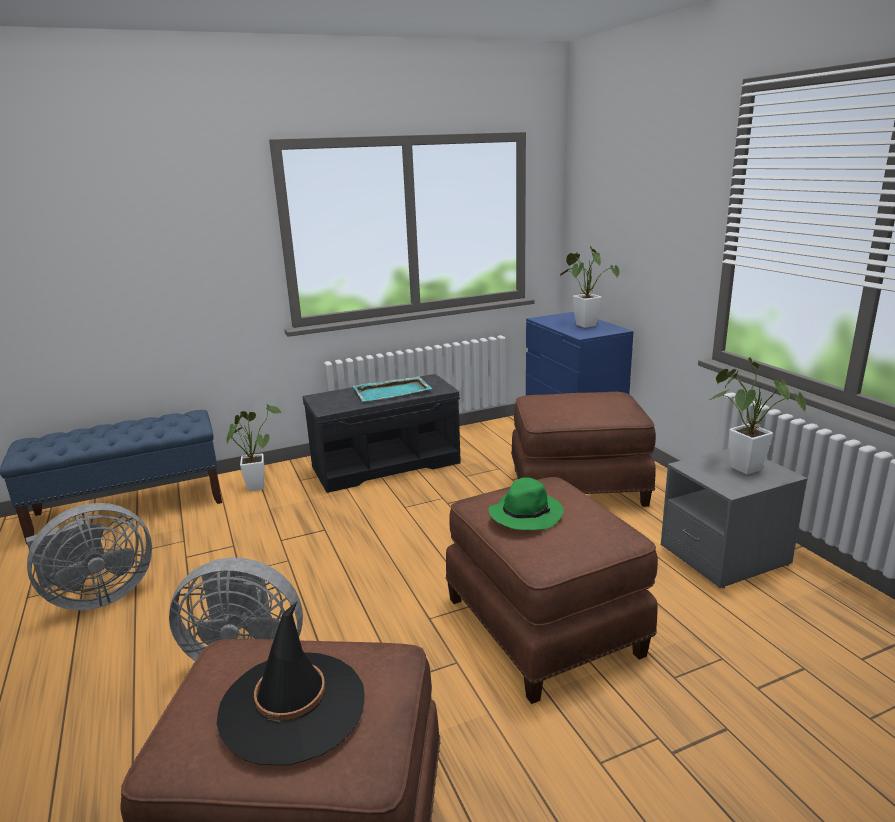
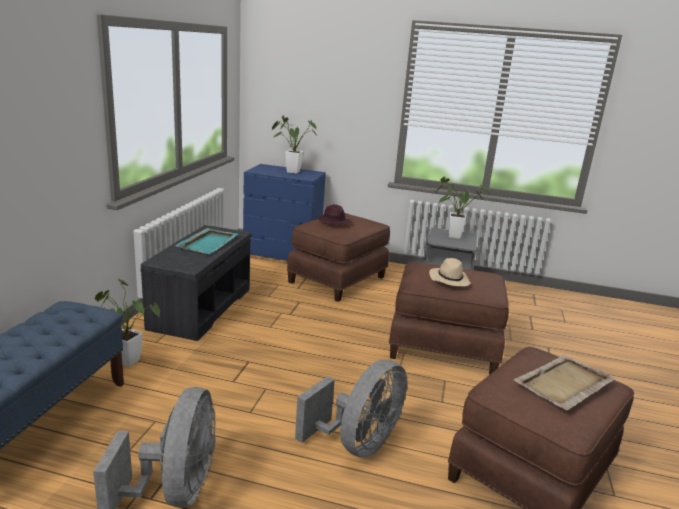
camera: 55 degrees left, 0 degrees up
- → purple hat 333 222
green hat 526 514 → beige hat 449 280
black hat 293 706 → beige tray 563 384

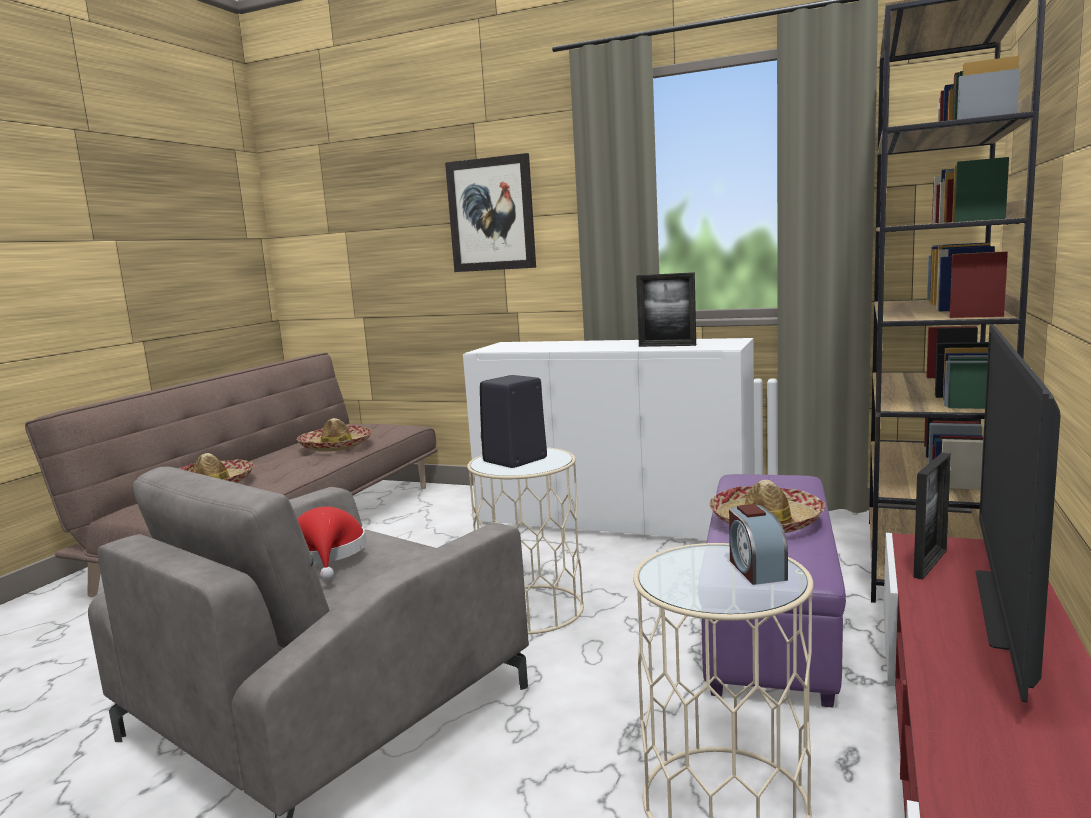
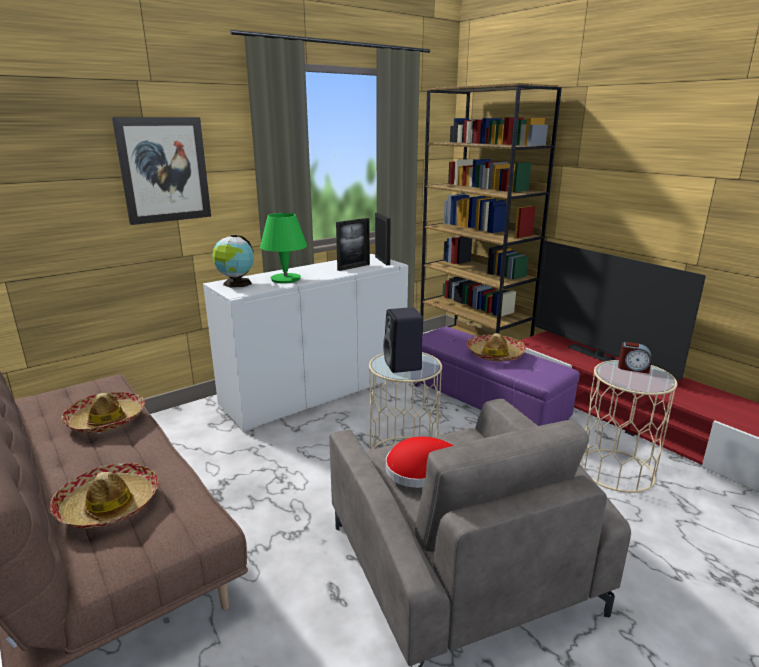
camera: 60 degrees left, 10 degrees up
- → globe 236 284
- → green table lamp 285 279
picture frame 930 563 → picture frame 382 261, moved

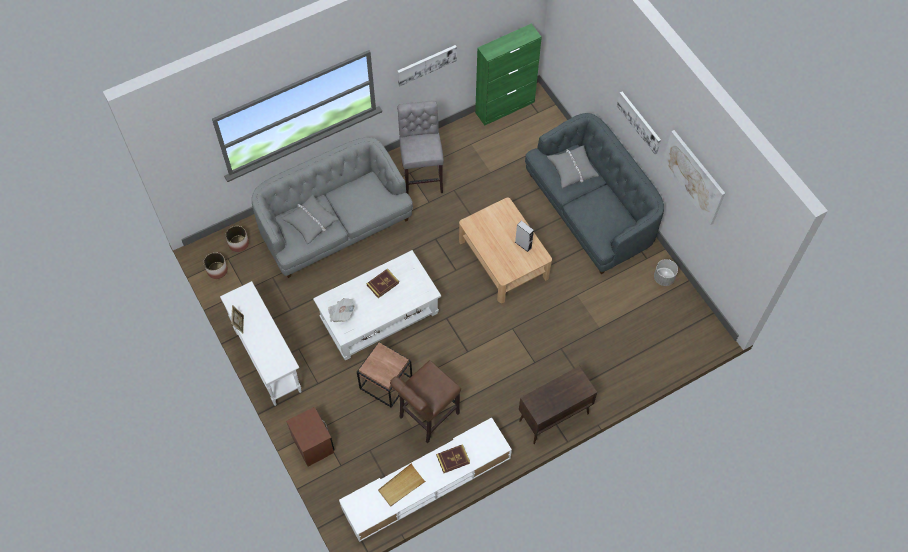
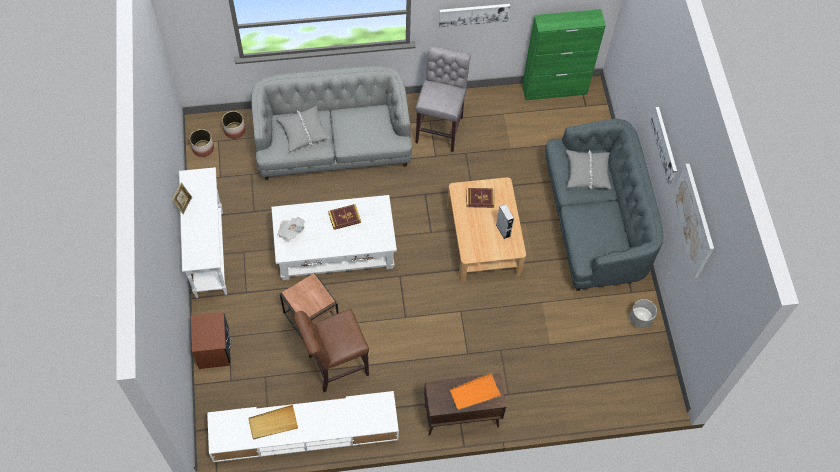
camera: 20 degrees right, 0 degrees up
- → orange tray 474 393
book 453 459 → book 480 199, moved

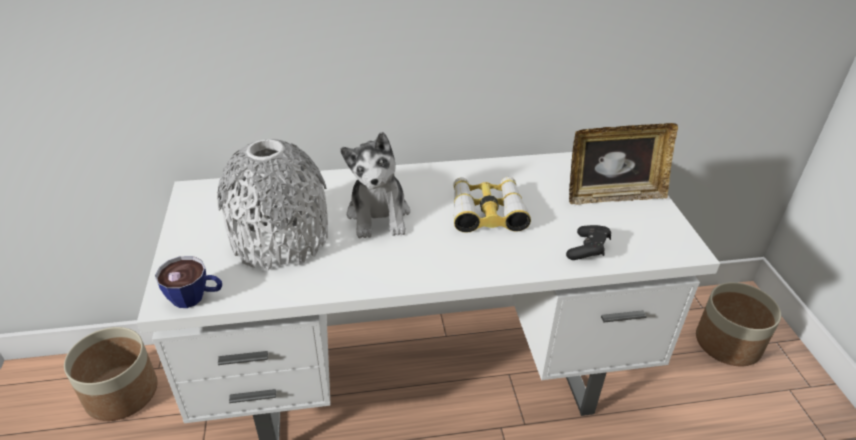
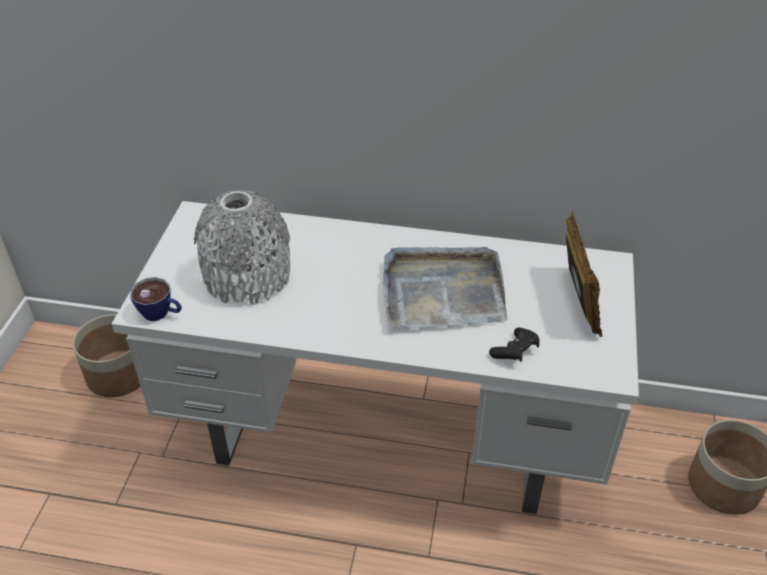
camera: 20 degrees right, 5 degrees up
binoculars 487 211 → grey tray 442 291
picture frame 613 196 → picture frame 576 303, 105 degrees counterclockwise
plush toy 379 215 → -

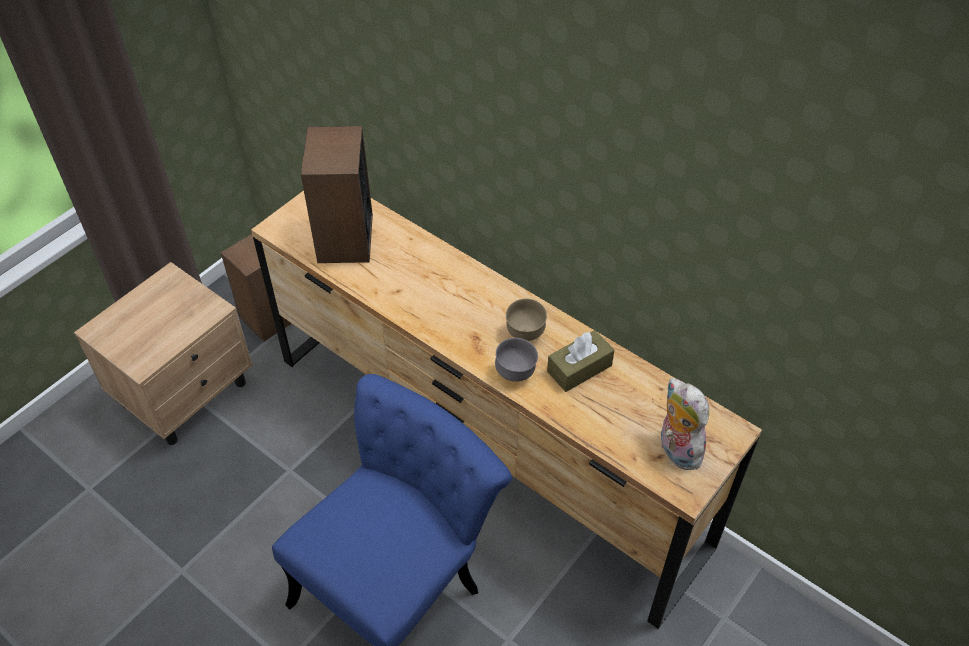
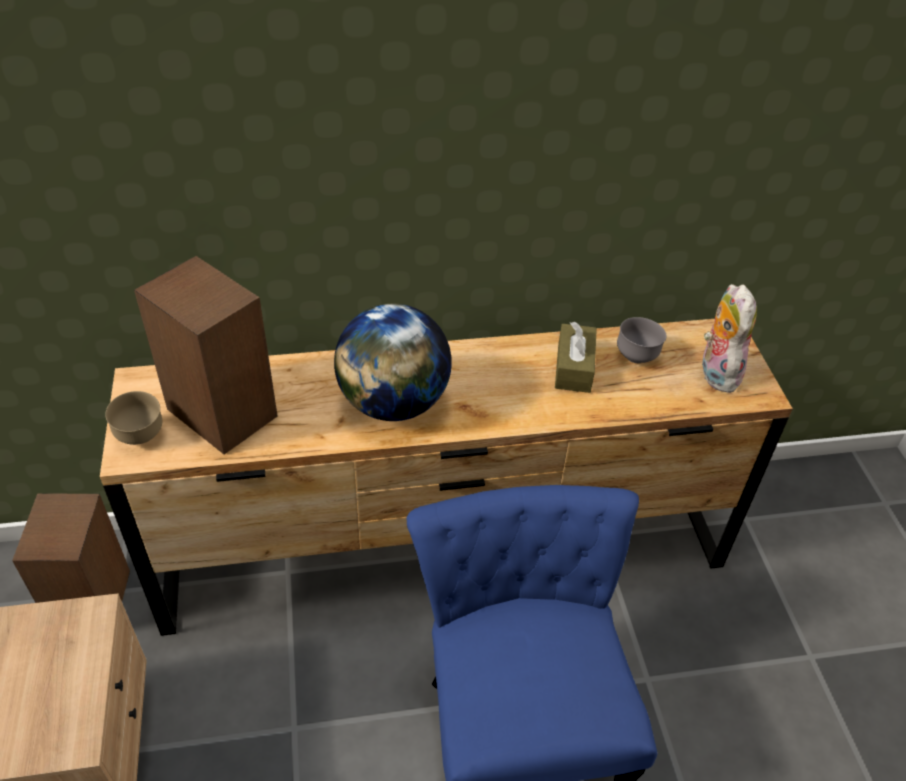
camera: 50 degrees left, 5 degrees down
brown bowl 525 334 → brown bowl 141 436, moved
- → globe 393 403
grey bowl 515 373 → grey bowl 636 357, moved
plush toy 676 449 → plush toy 715 372, 75 degrees clockwise

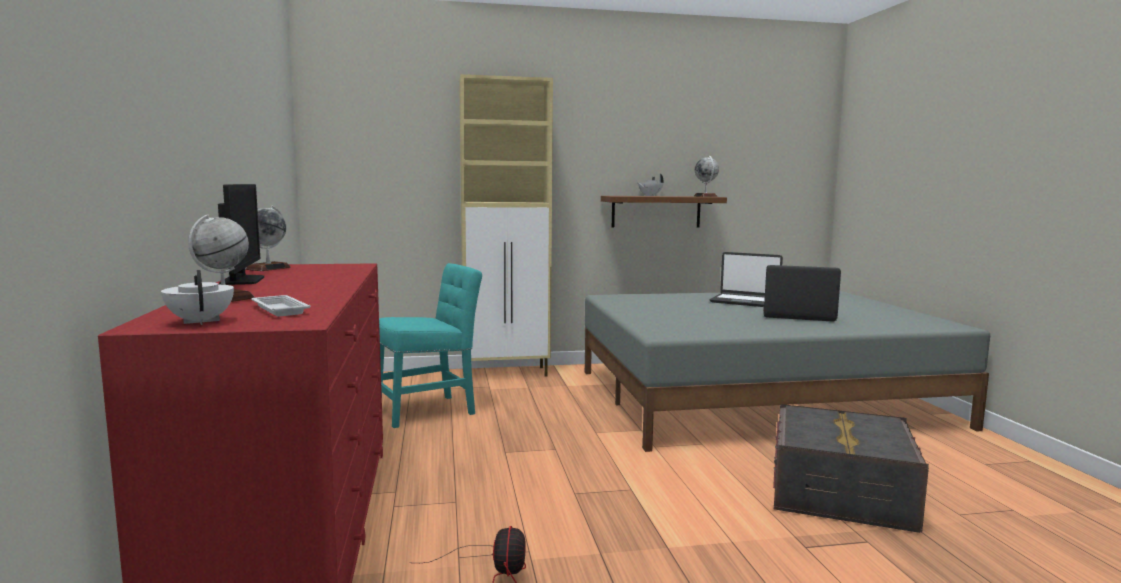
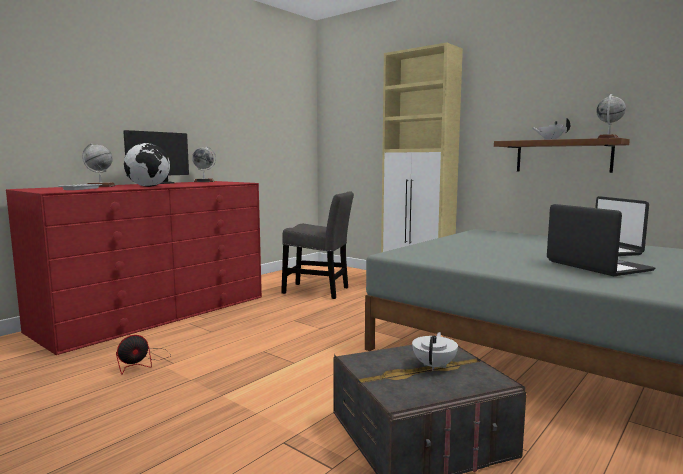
camera: 50 degrees right, 0 degrees up
- → globe 149 186
turquoise chair 430 411 → grey chair 319 291
white teapot 201 321 → white teapot 434 366, moved

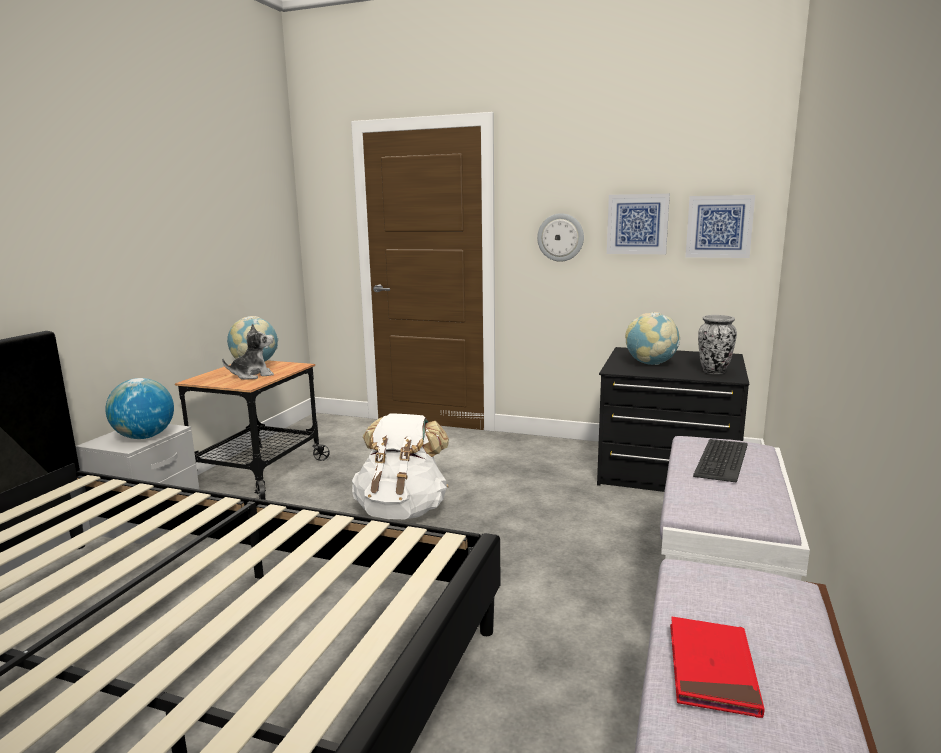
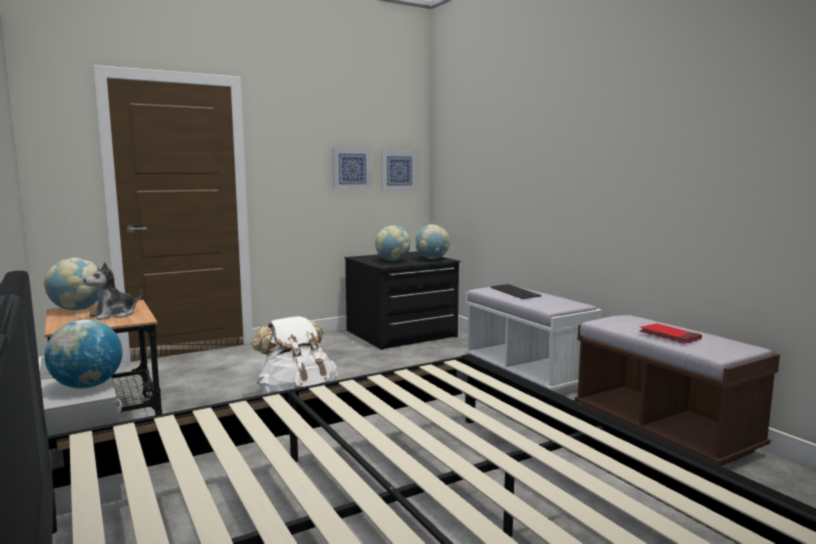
camera: 50 degrees left, 5 degrees down
plush toy 252 375 → plush toy 114 315, 150 degrees counterclockwise
vase 714 372 → globe 432 259
wall clock 560 237 → -

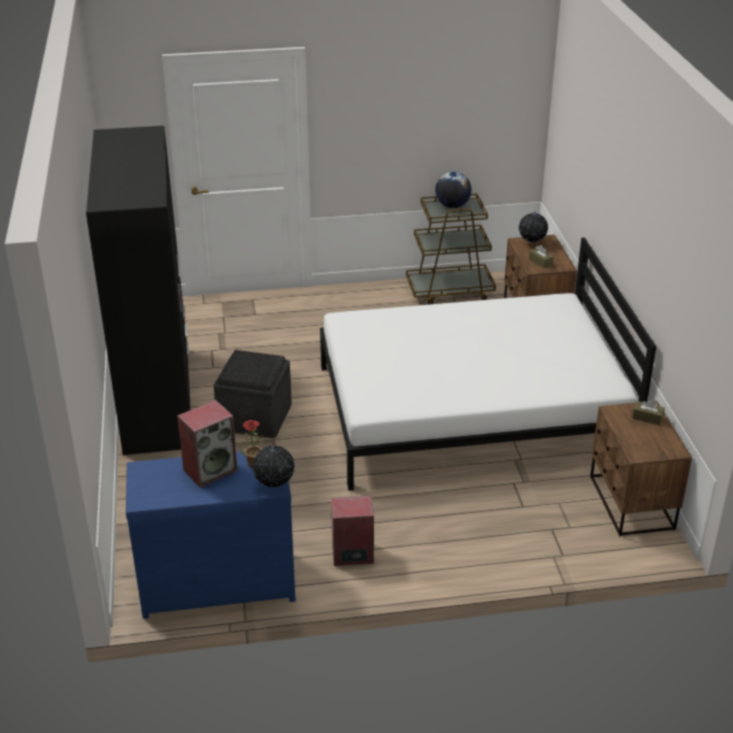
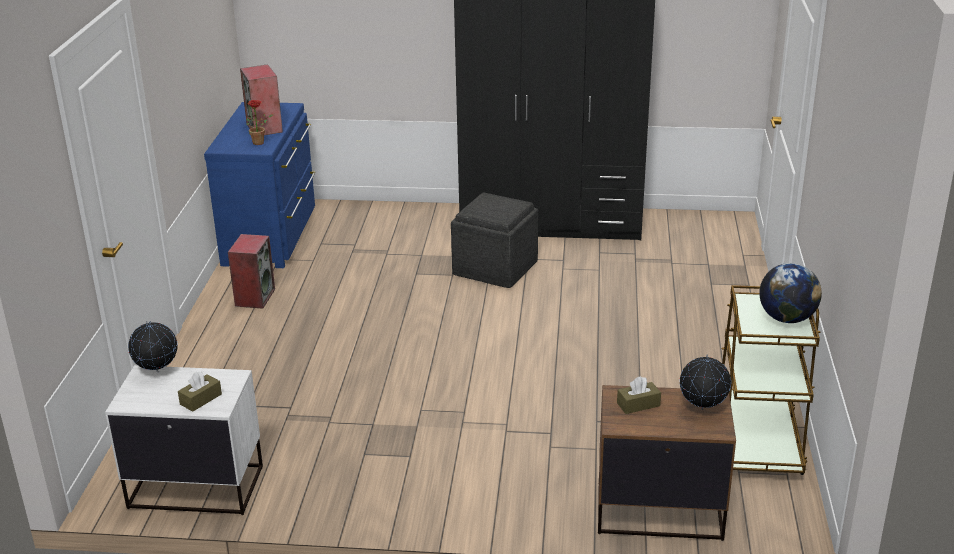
camera: 105 degrees right, 5 degrees down
brown nightstand 630 503 → white nightstand 196 486
globe 274 487 → globe 157 371, moved
white bed 471 411 → -

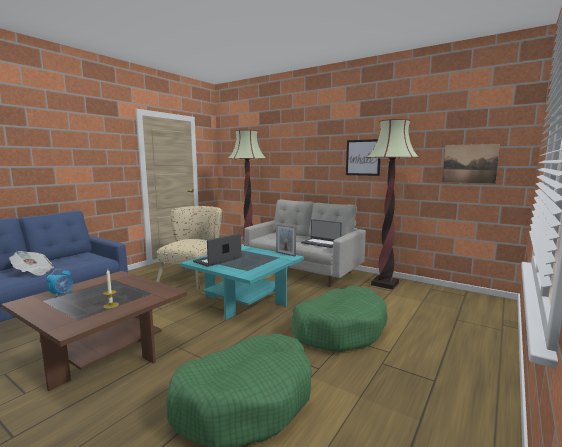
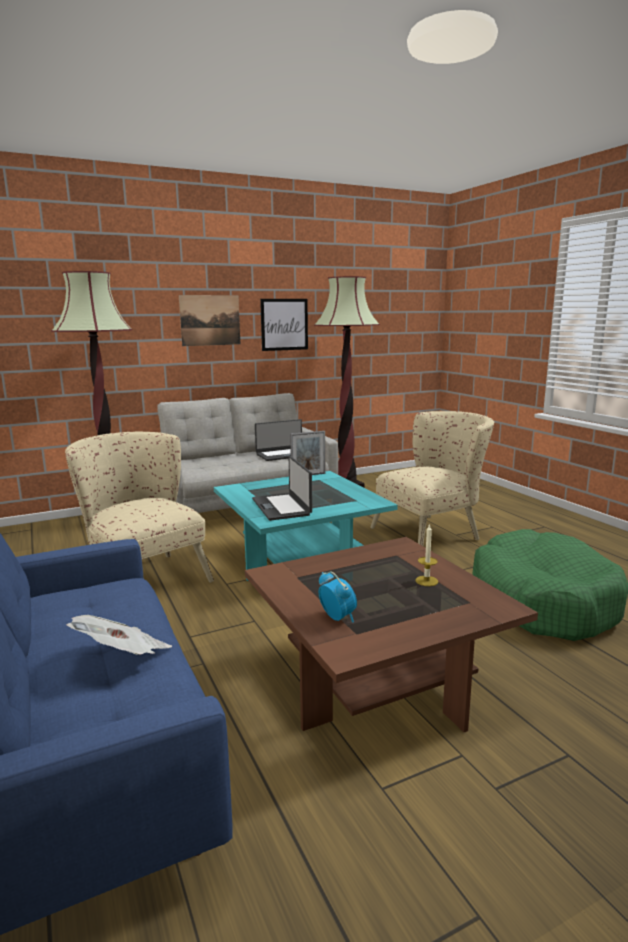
camera: 60 degrees left, 5 degrees up
picture 469 163 → picture 210 320, moved
green dog bed 339 329 → beige armchair 433 532

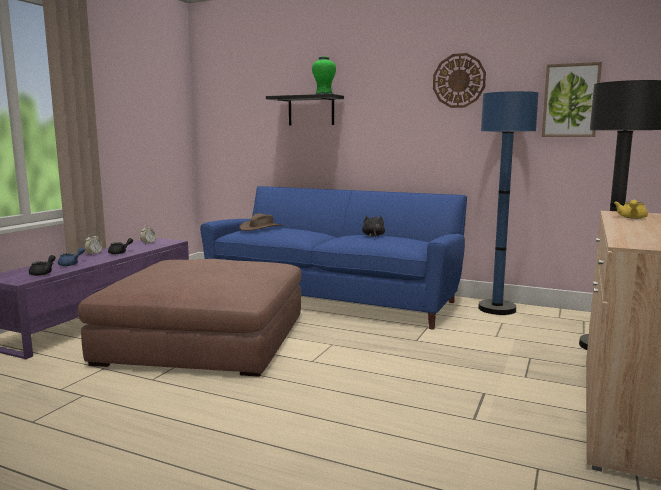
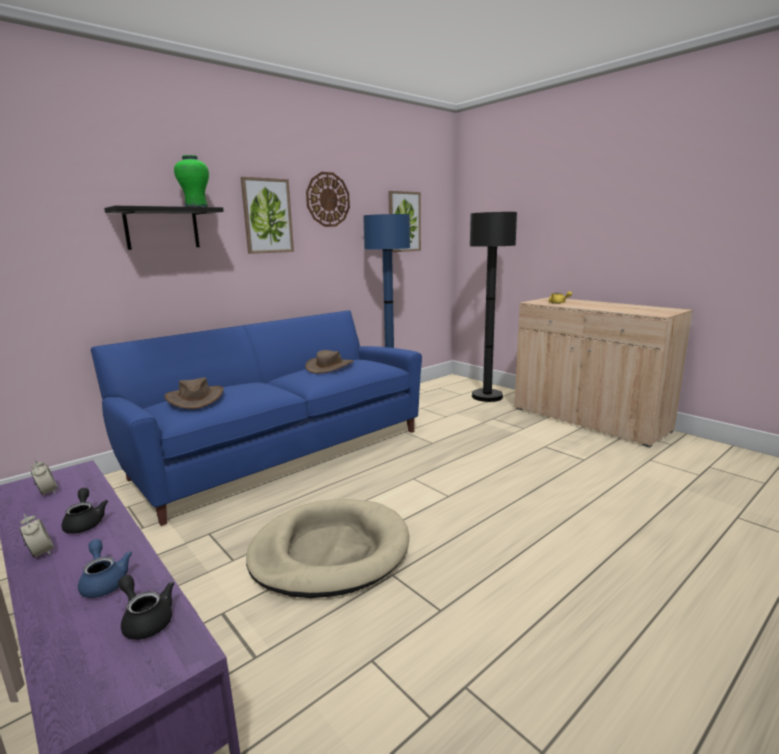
camera: 65 degrees left, 5 degrees up
- → picture 267 216
brown ottoman 205 339 → beige dog bed 330 552
black plush toy 373 236 → brown hat 330 366

